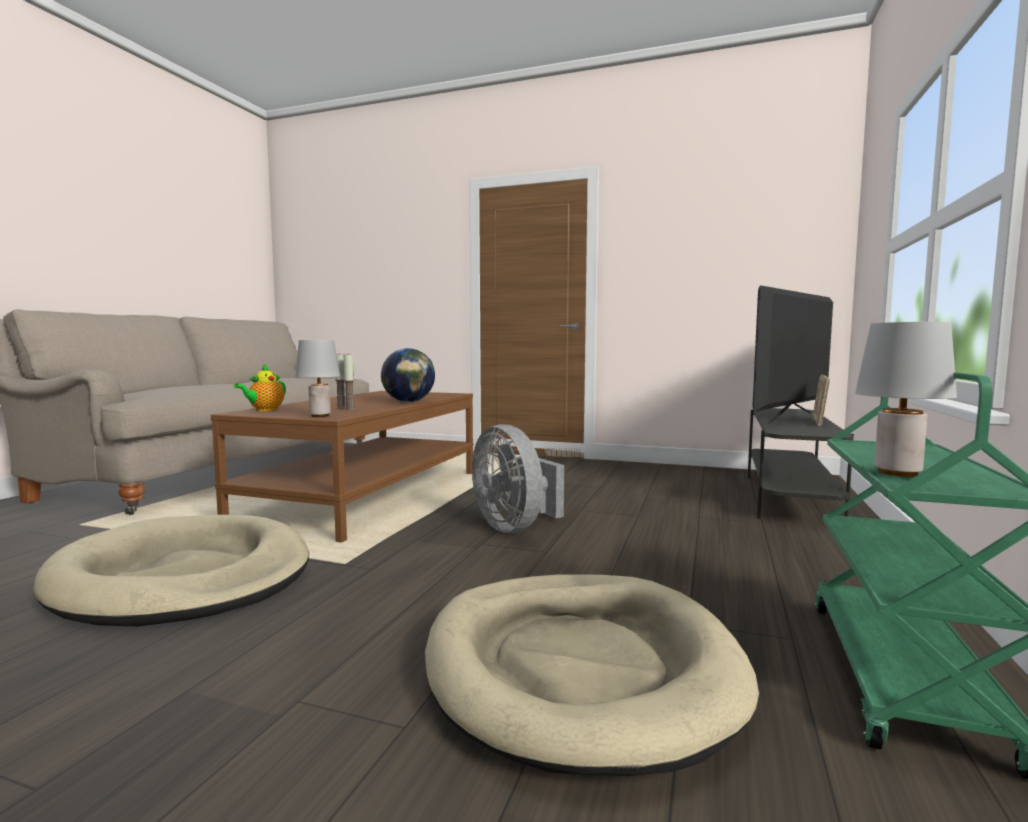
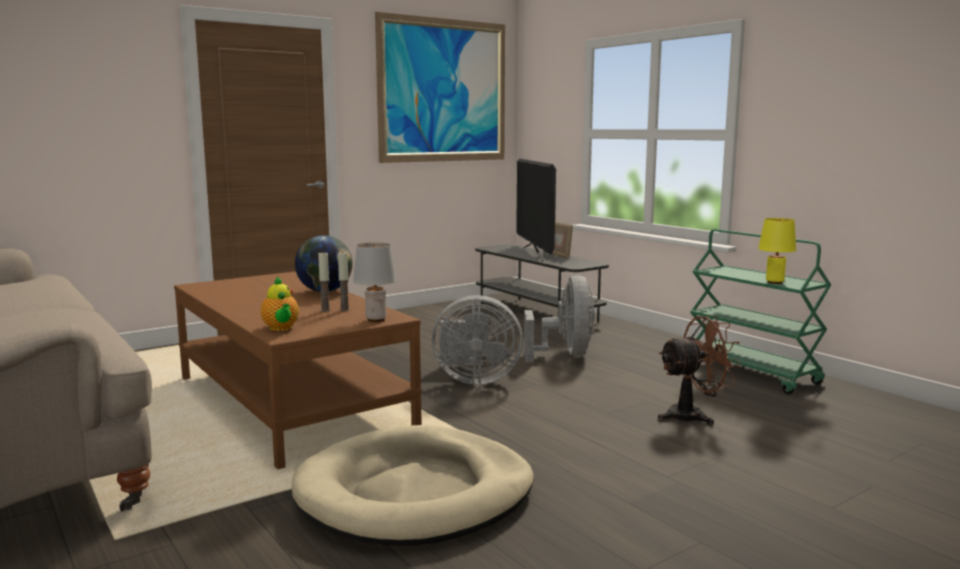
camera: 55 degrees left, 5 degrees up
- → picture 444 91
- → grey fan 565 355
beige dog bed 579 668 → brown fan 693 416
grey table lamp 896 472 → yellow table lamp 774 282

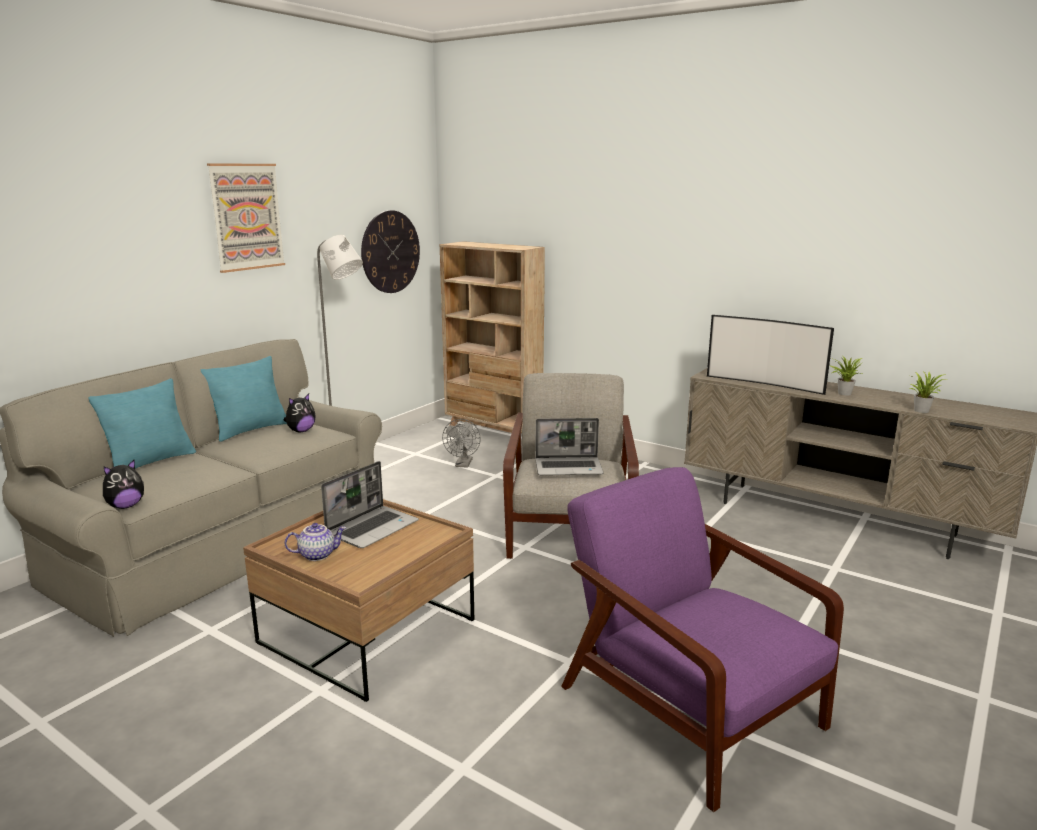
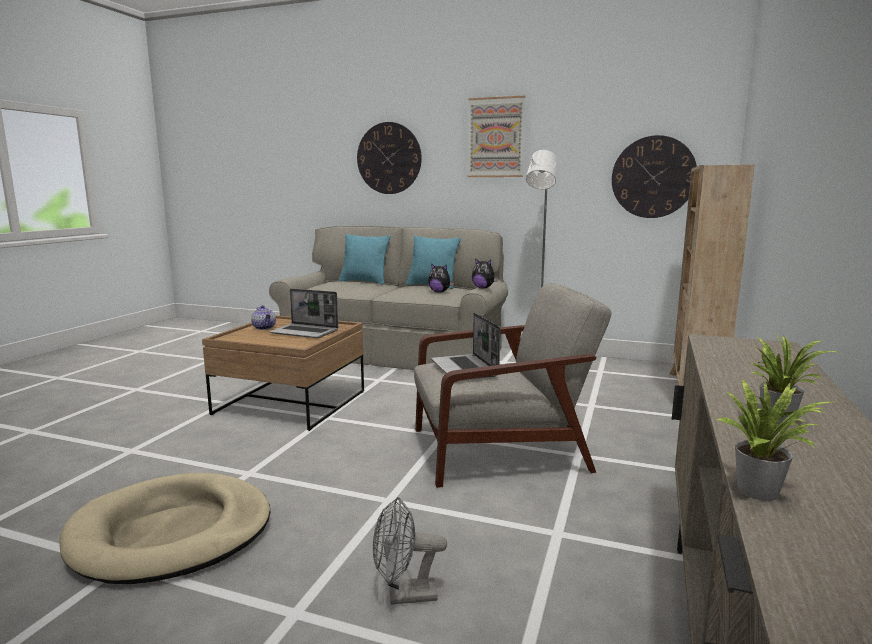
camera: 75 degrees right, 5 degrees down
purple armchair 687 705 → beige dog bed 172 533
- → wall clock 389 158
grey fan 463 465 → grey fan 404 595, moved
plush toy 125 506 → plush toy 483 288, moved
television 765 384 → -

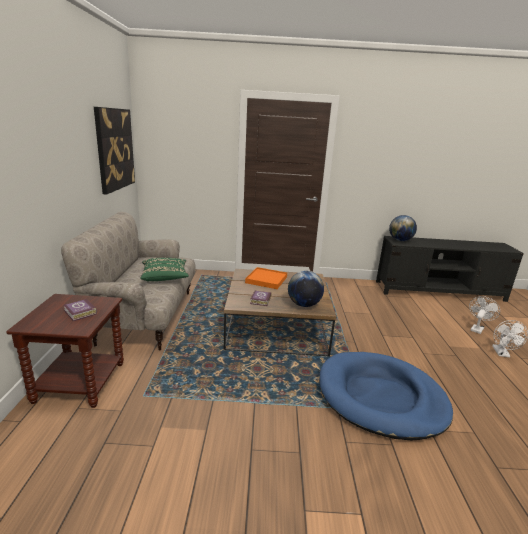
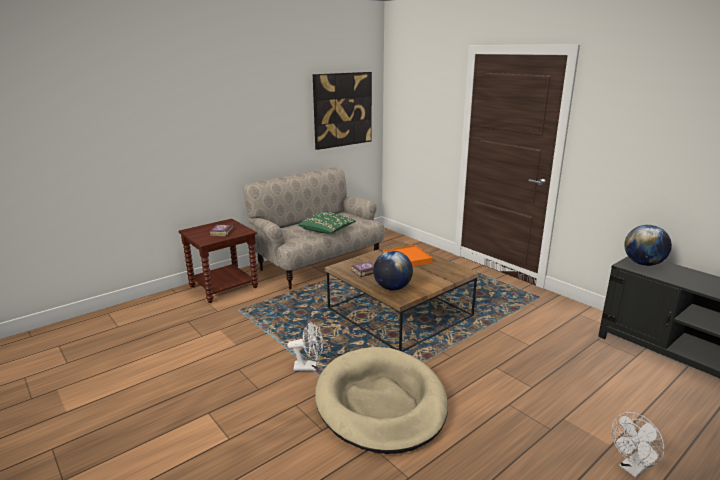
camera: 50 degrees right, 0 degrees up
white fan 477 328 → white fan 309 367, moved
blue dog bed 381 397 → beige dog bed 380 402

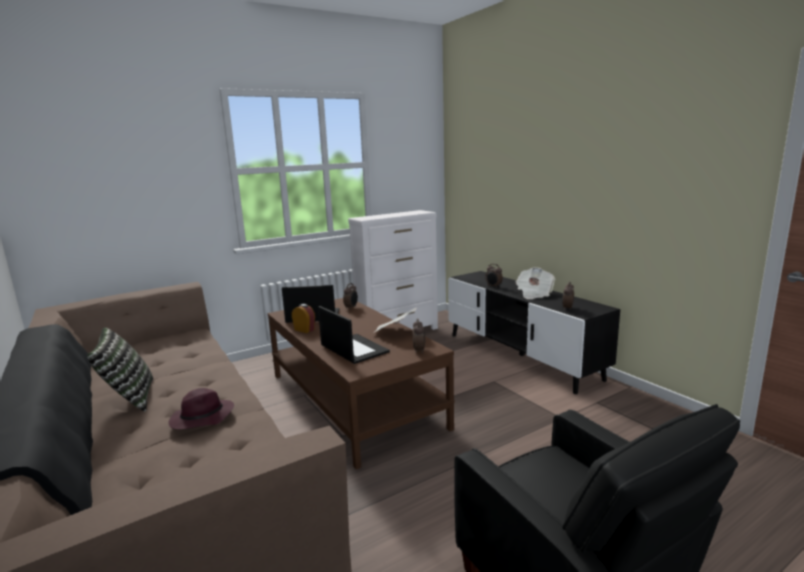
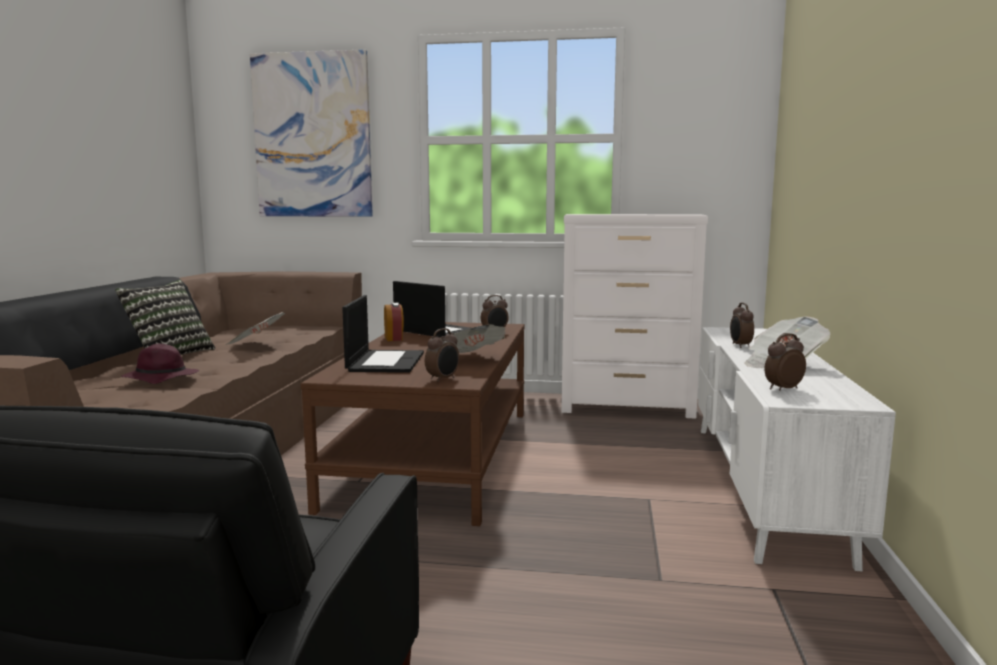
camera: 40 degrees right, 5 degrees down
- → newspaper 256 345
- → picture 313 136
black tv stand 520 355 → white tv stand 763 485

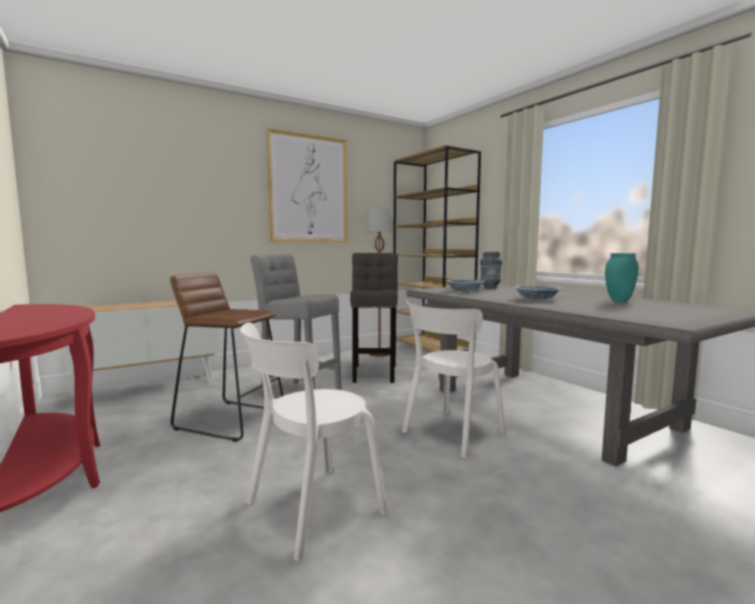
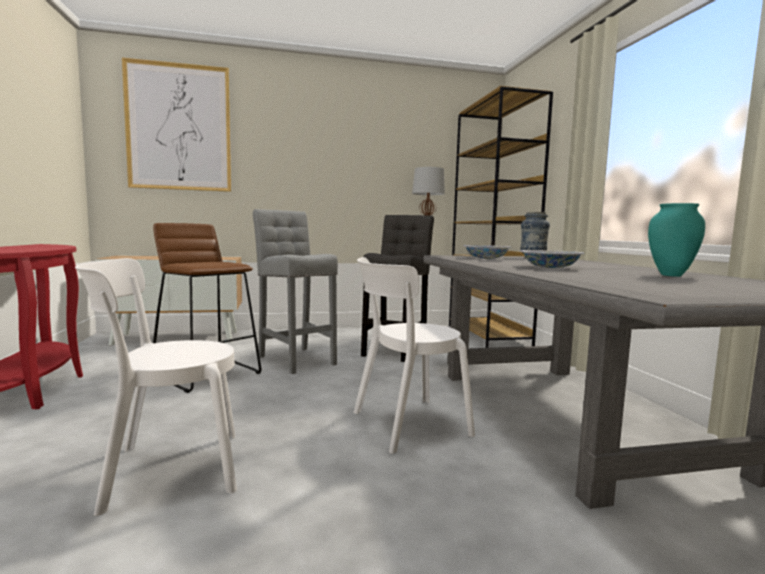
camera: 20 degrees right, 0 degrees up
picture 309 189 → picture 179 127, moved

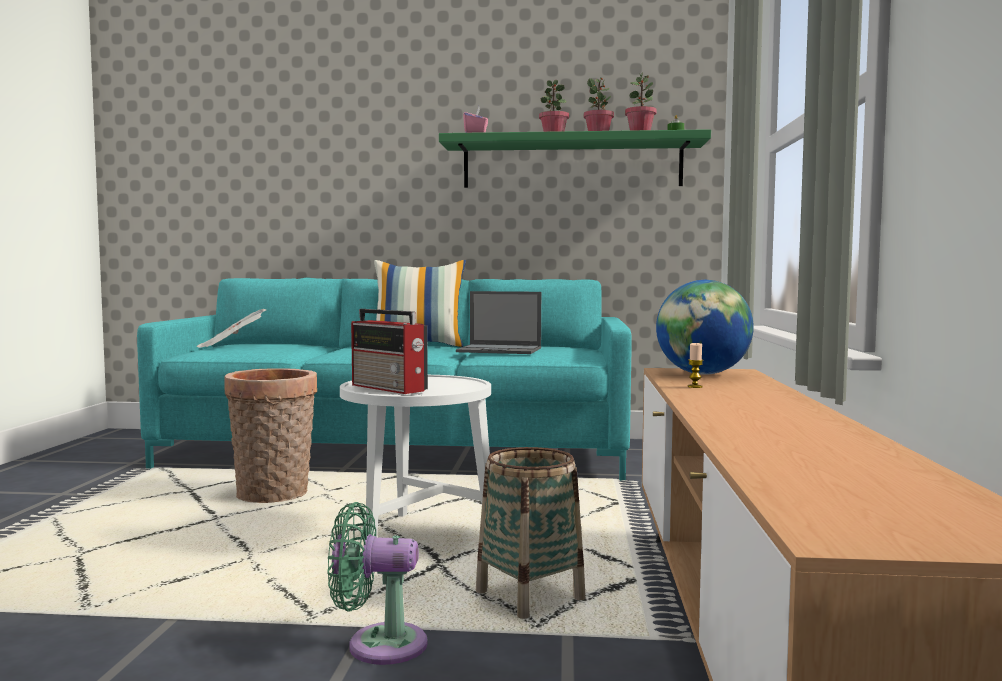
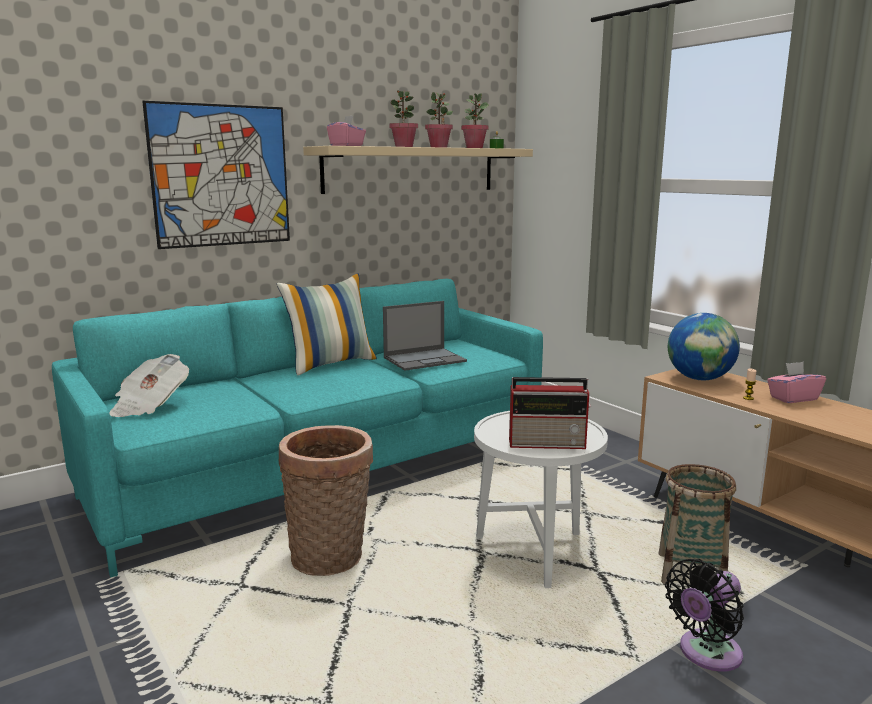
camera: 40 degrees left, 10 degrees up
- → picture 221 176
green shelf 572 164 → beige shelf 411 170
green fan 378 644 → black fan 706 654
- → pink tissue box 793 398

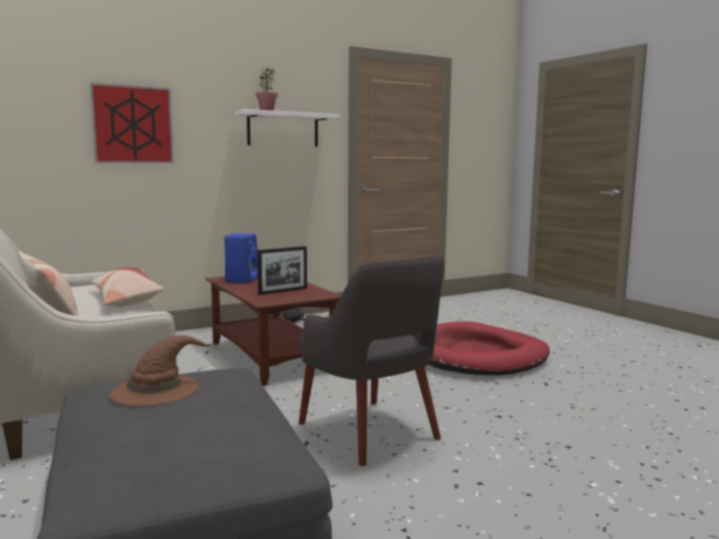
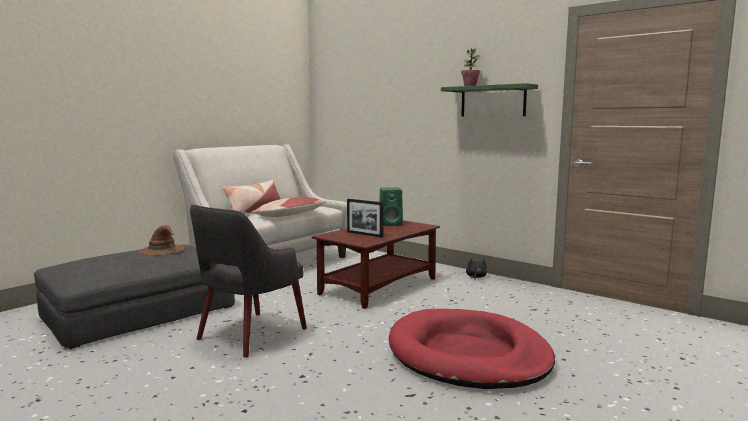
camera: 70 degrees right, 0 degrees up
blue speaker 242 280 → green speaker 391 223
white shelf 283 129 → green shelf 493 101
picture 133 124 → -

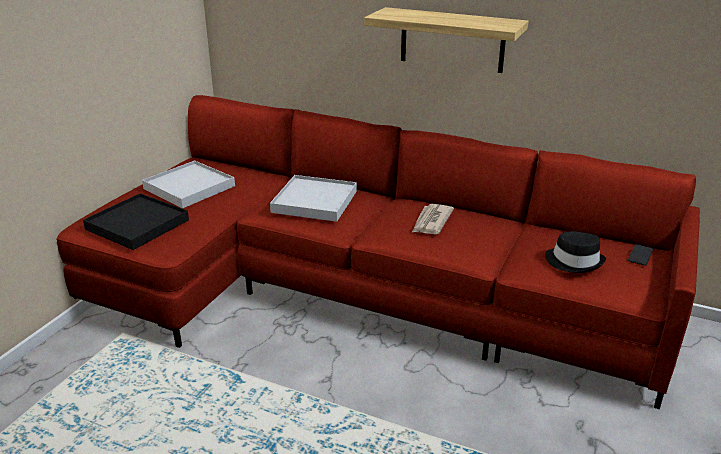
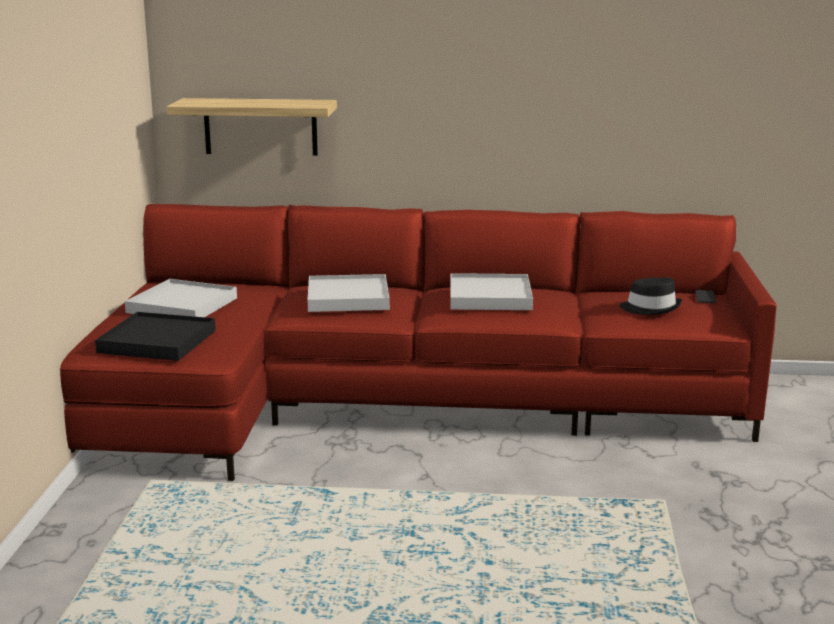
camera: 20 degrees left, 10 degrees down
shelf 452 40 → shelf 260 126, moved
newspaper 431 221 → white tray 490 297

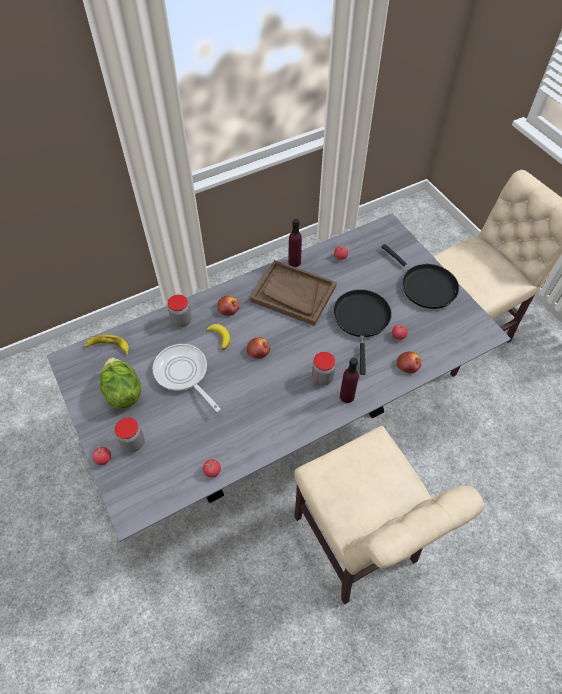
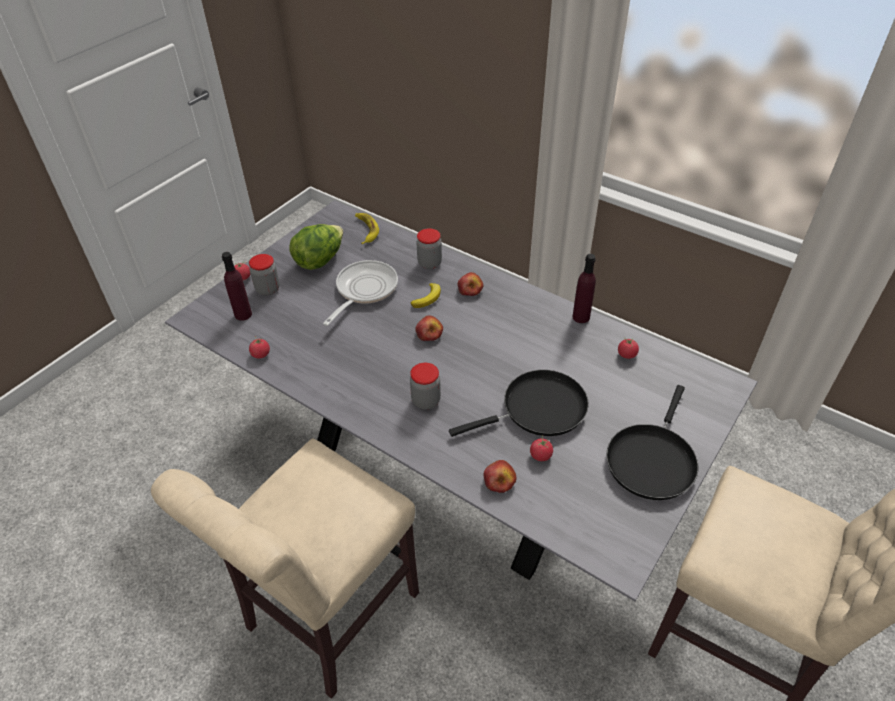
camera: 65 degrees right, 10 degrees down
purple bottle 347 396 → purple bottle 243 314, moved
brown tray 293 294 → -

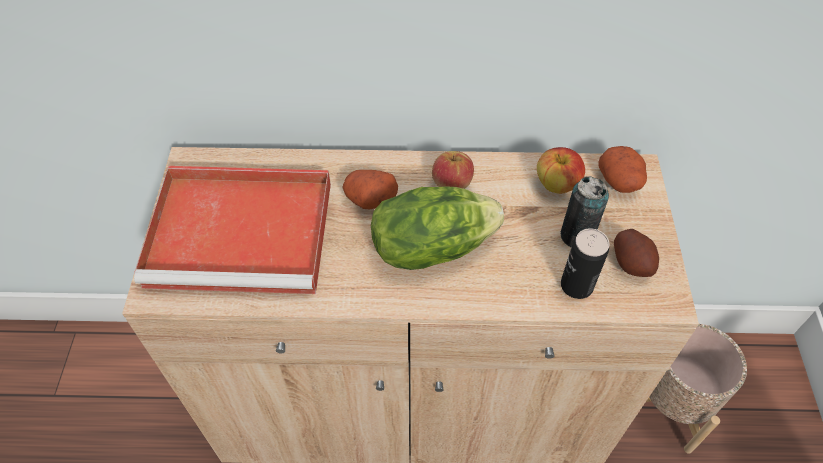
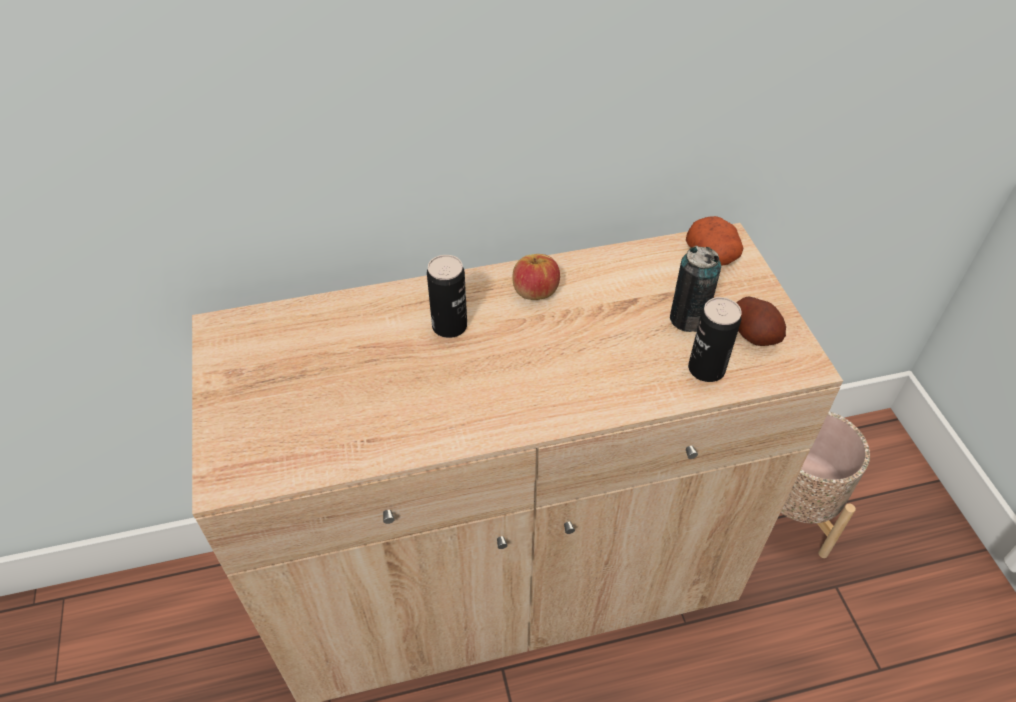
camera: 15 degrees left, 5 degrees down
potato 370 199 → can 449 326
red tray 245 232 → -
lettuce 431 247 → -
apple 556 185 → -

